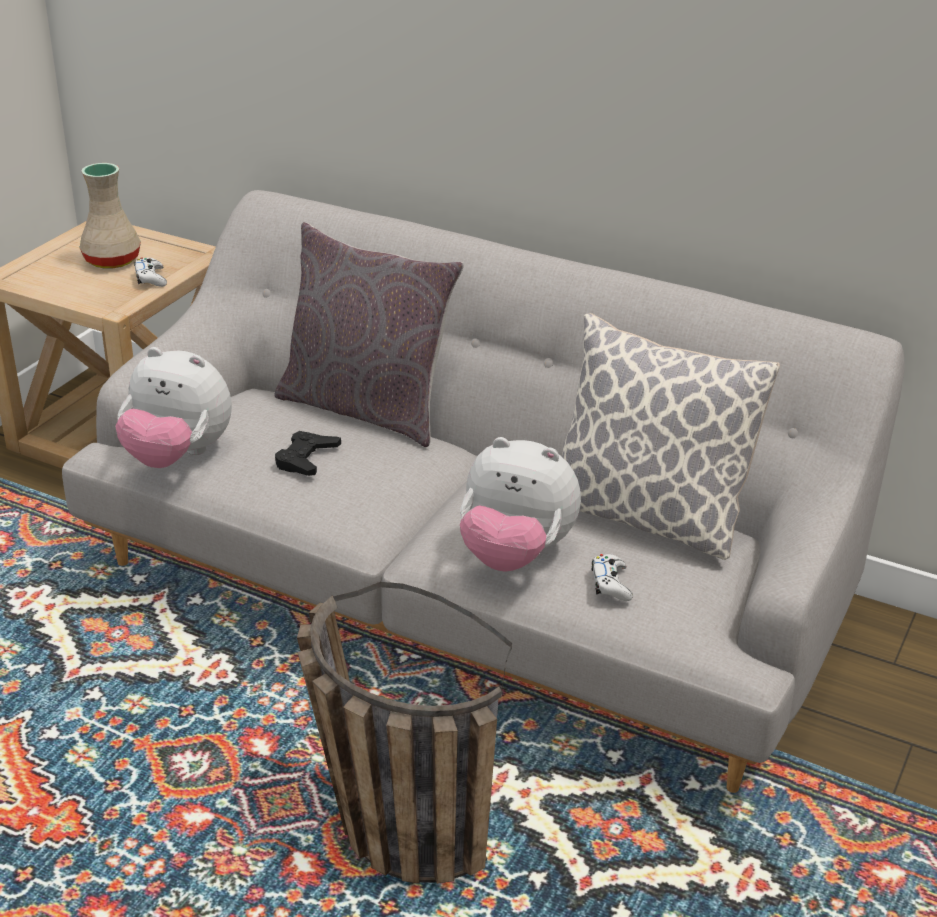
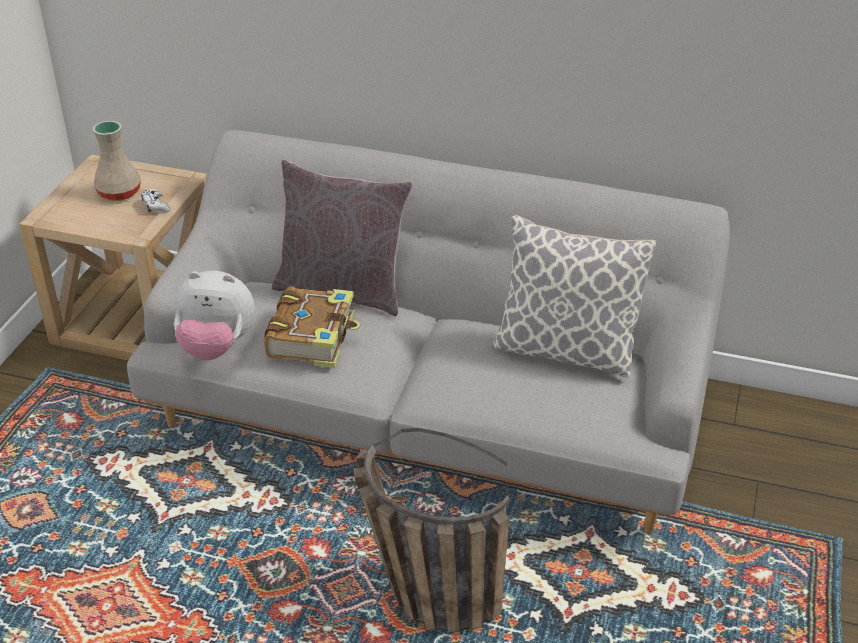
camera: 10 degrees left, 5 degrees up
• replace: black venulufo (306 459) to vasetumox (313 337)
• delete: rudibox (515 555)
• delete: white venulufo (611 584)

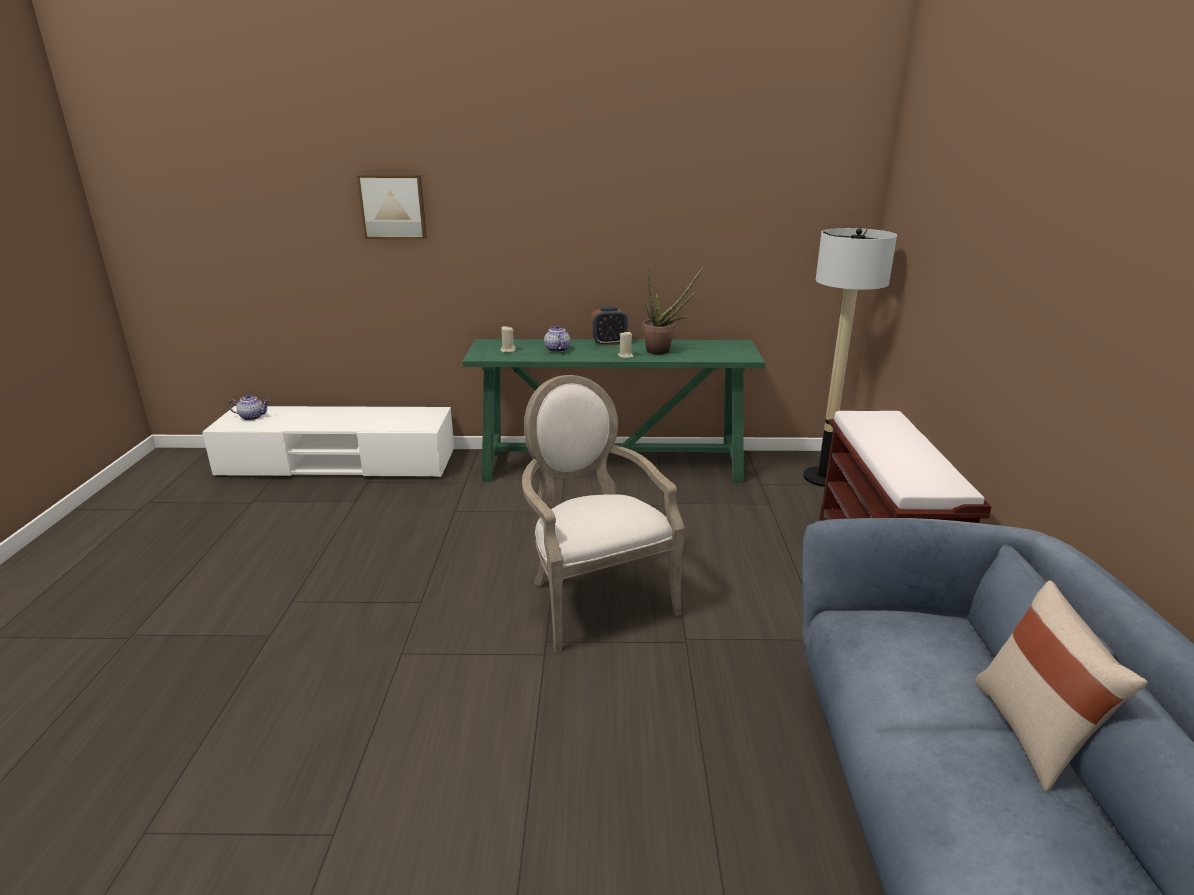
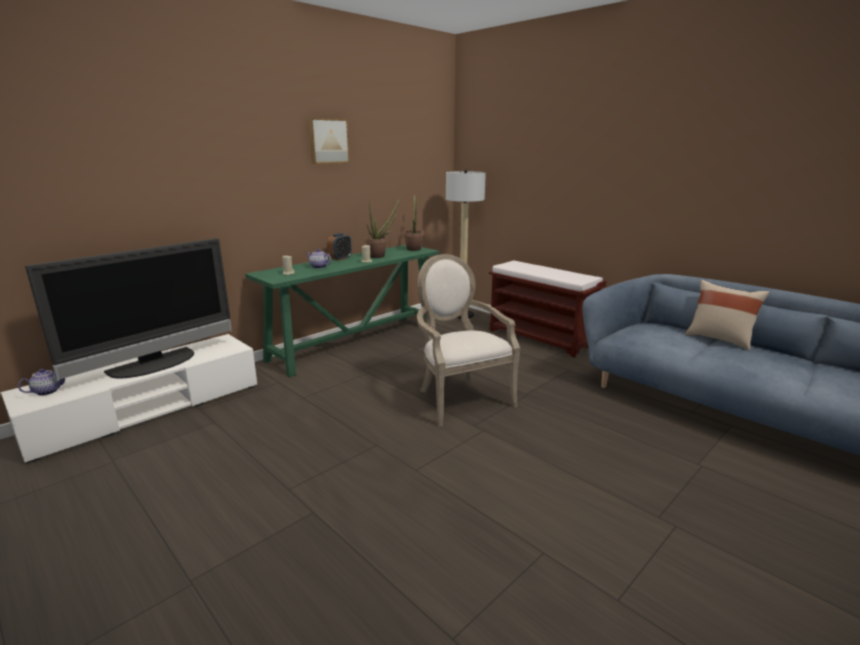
camera: 45 degrees left, 5 degrees down
• move: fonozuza (393 206) to (328 141)
• rotate: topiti (594 597) = (460 398) 45 degrees clockwise
• insert: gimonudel (413 248)
• insert: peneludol (154 364)

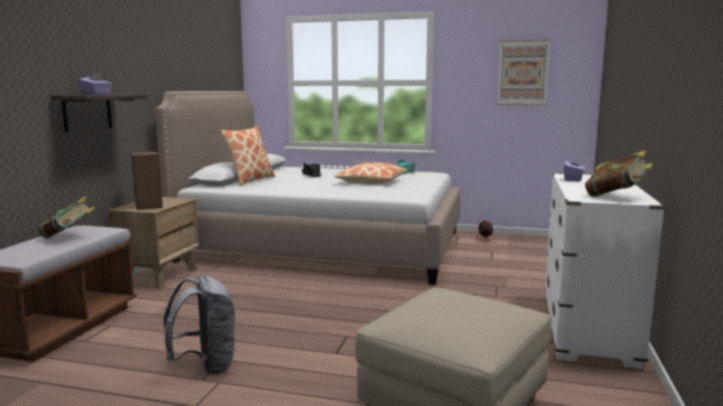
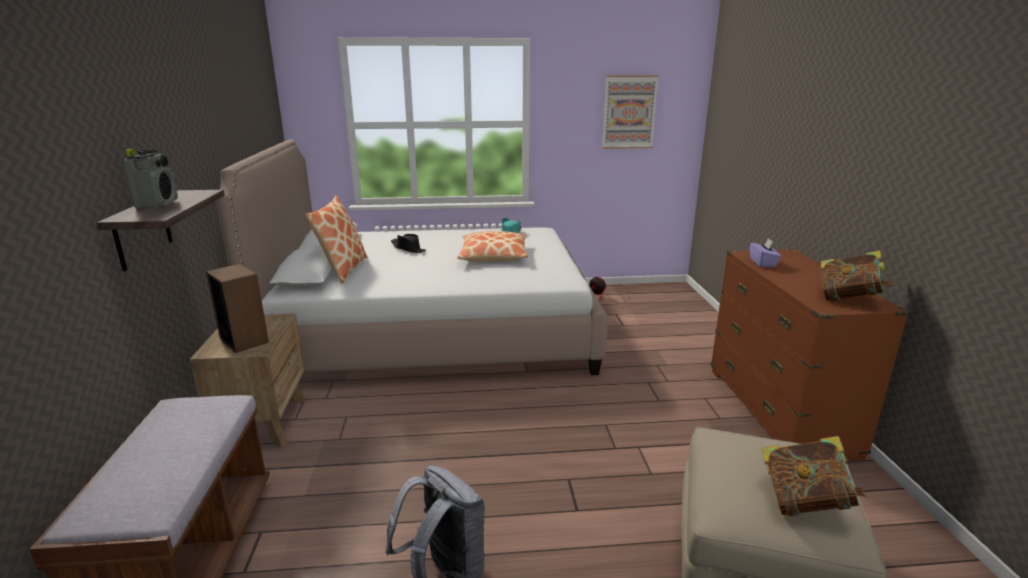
camera: 20 degrees left, 10 degrees up
• replace: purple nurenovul (97 94) to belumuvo (157 204)
• recolor: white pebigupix (587 328) to brown pebigupix (778 411)
• move: vasetumox (68 237) to (804 502)

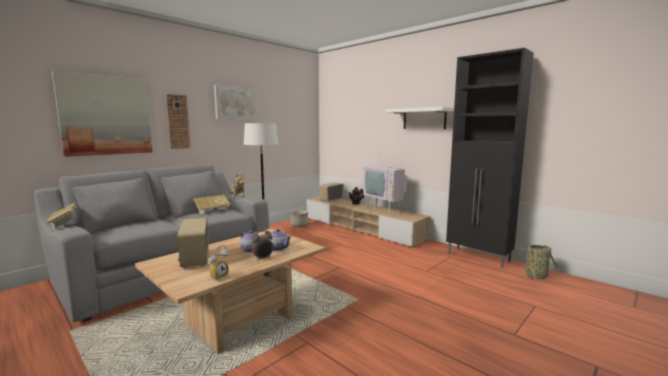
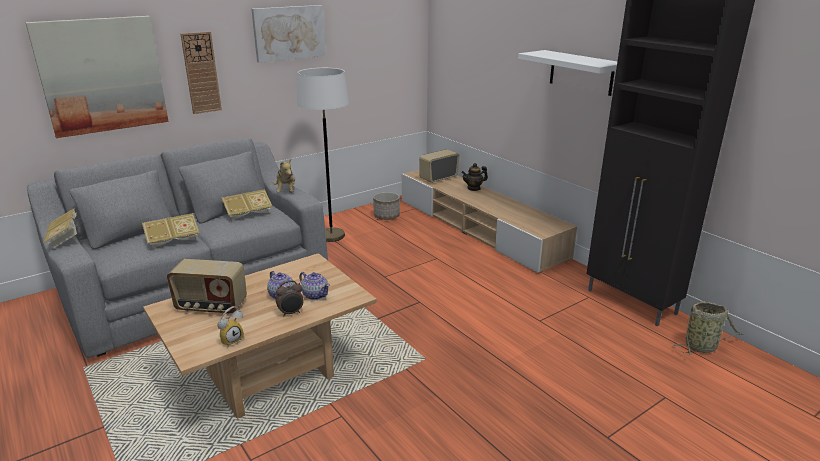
camera: 10 degrees right, 15 degrees up
• delete: peneludol (385 210)
• rotate: belumuvo (195 259) = (211 307) 75 degrees counterclockwise
• insert: vasetumox (173 240)

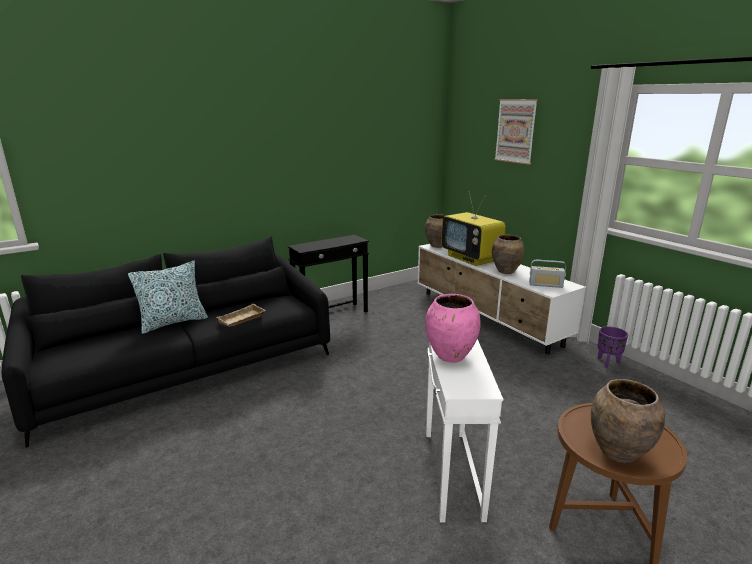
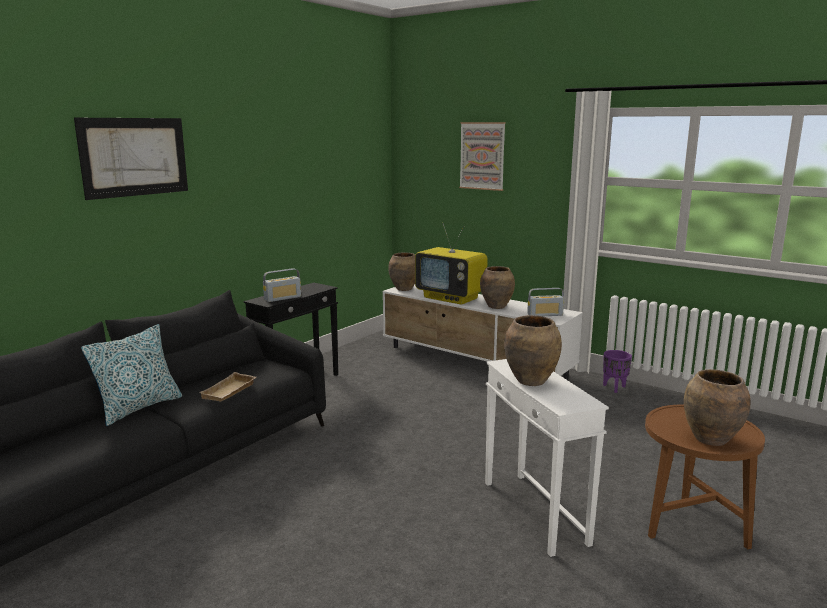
camera: 20 degrees left, 5 degrees down
• recolor: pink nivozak (451 356) to brown nivozak (531 381)
• insert: fonozuza (135 157)
• insert: belumuvo (282 298)

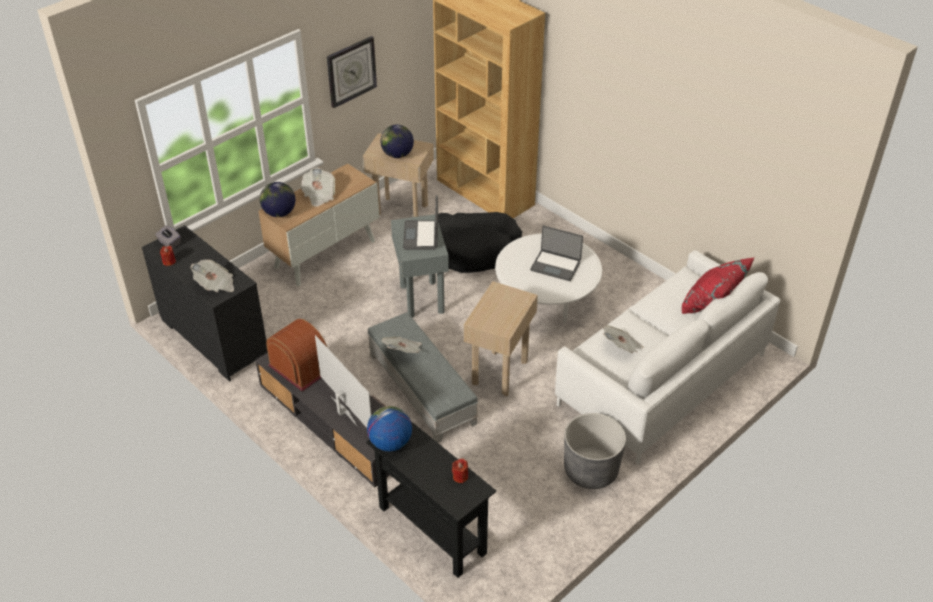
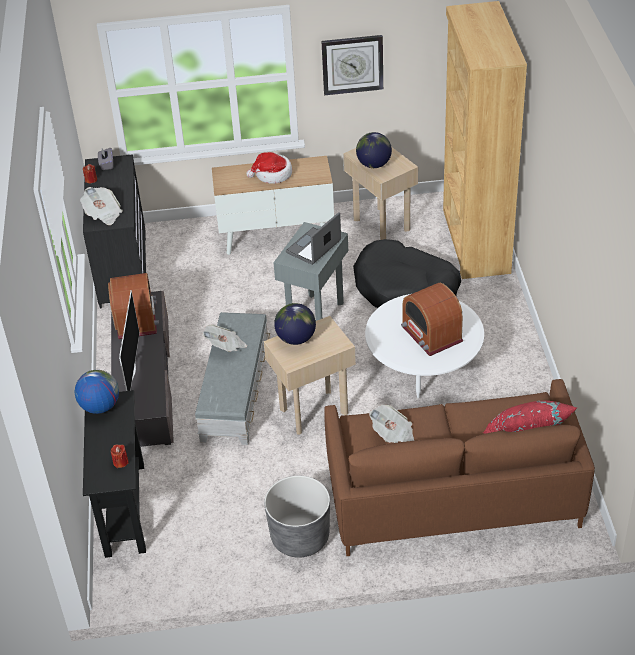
camera: 40 degrees right, 0 degrees up
• replace: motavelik (319 195) to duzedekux (272 174)
• move: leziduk (279 213) to (296 339)
• replace: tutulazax (556 265) to belumuvo (431 334)
• recolor: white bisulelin (662 379) to brown bisulelin (453 495)

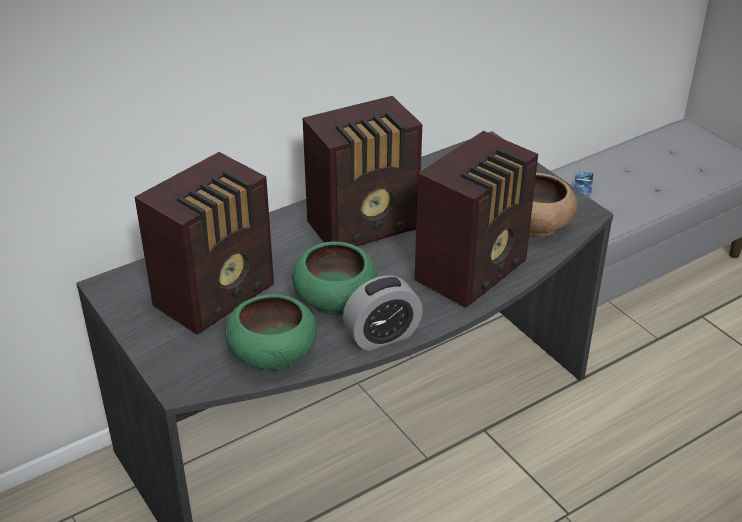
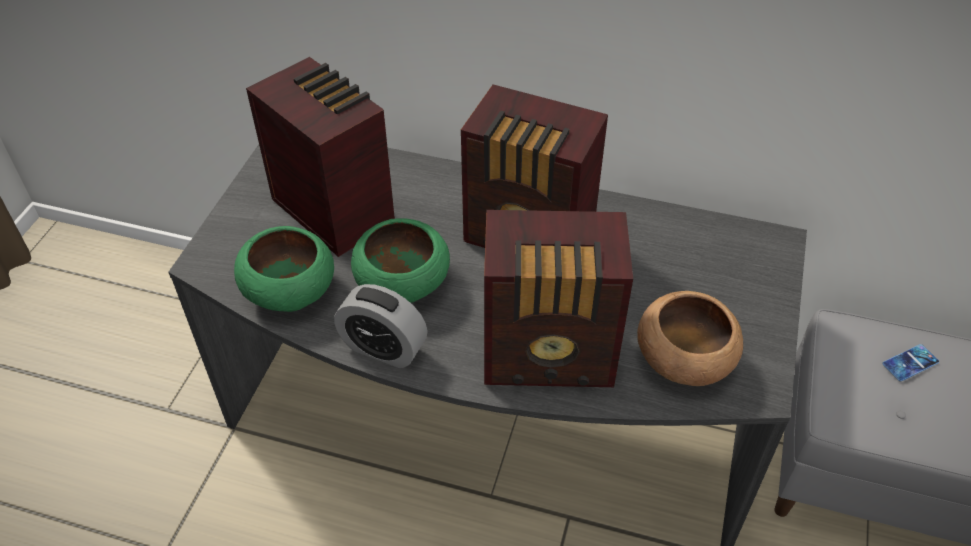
camera: 50 degrees right, 10 degrees up
• rotate: belumuvo (217 295) = (333 209) 135 degrees counterclockwise

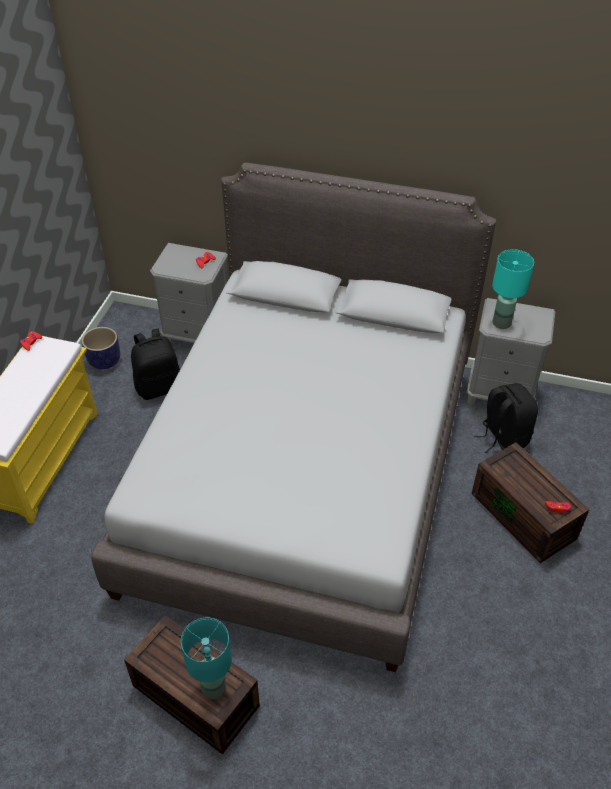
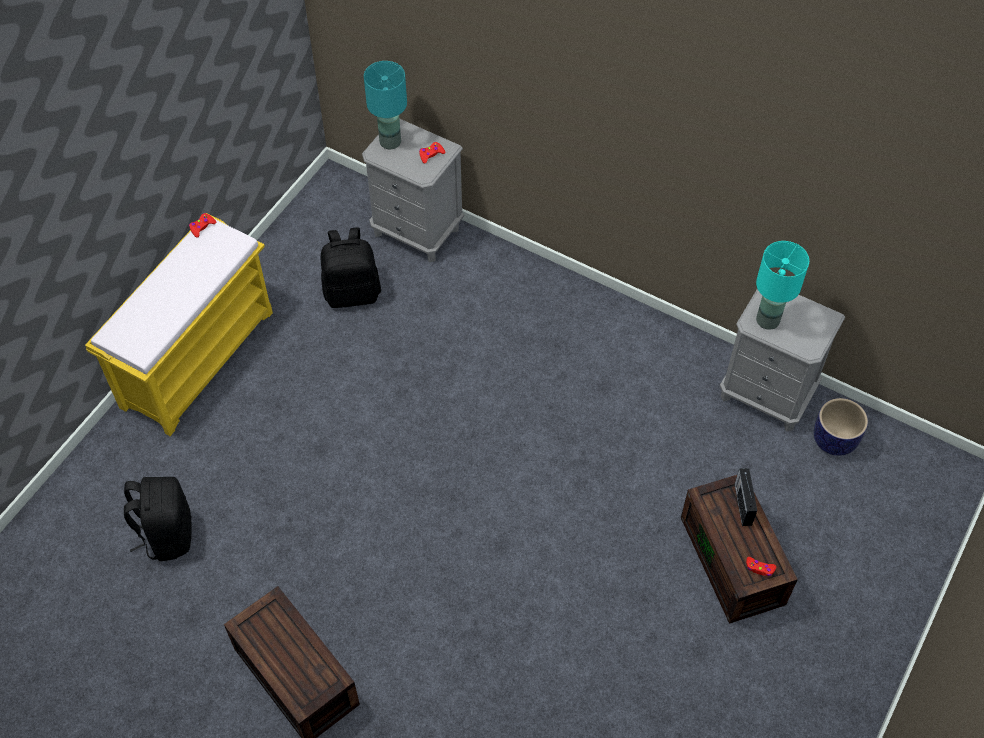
camera: 15 degrees right, 10 degrees up
• delete: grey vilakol (306 472)
• move: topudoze (105 361) to (834 440)
• move: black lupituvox (502 438) to (167 534)
• move: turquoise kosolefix (213 687) to (390 141)
• insert: belumuvo (743 503)

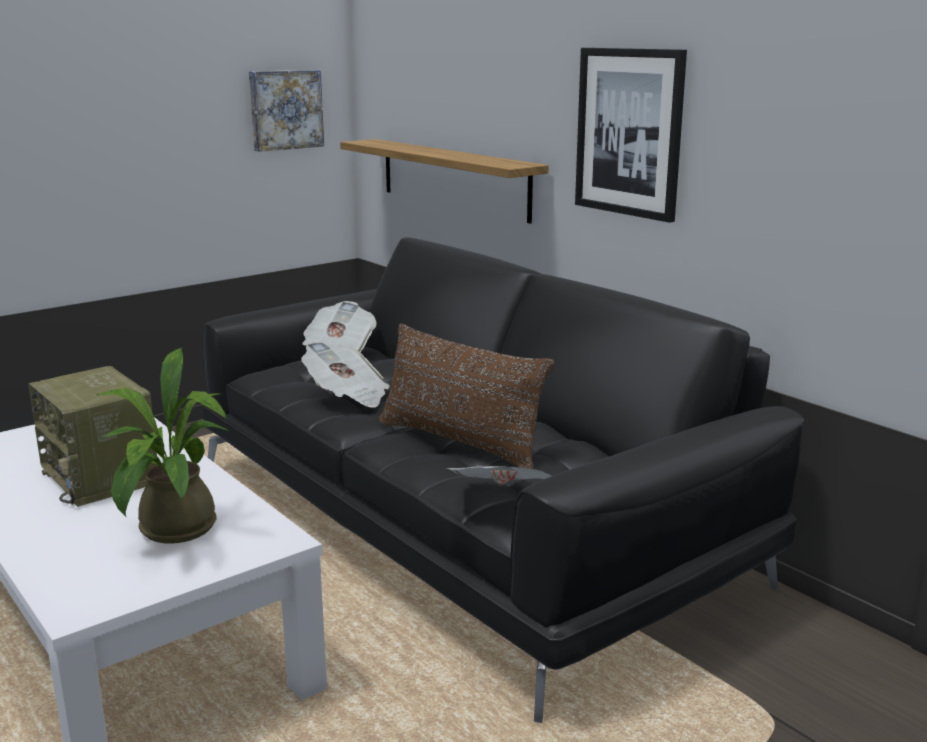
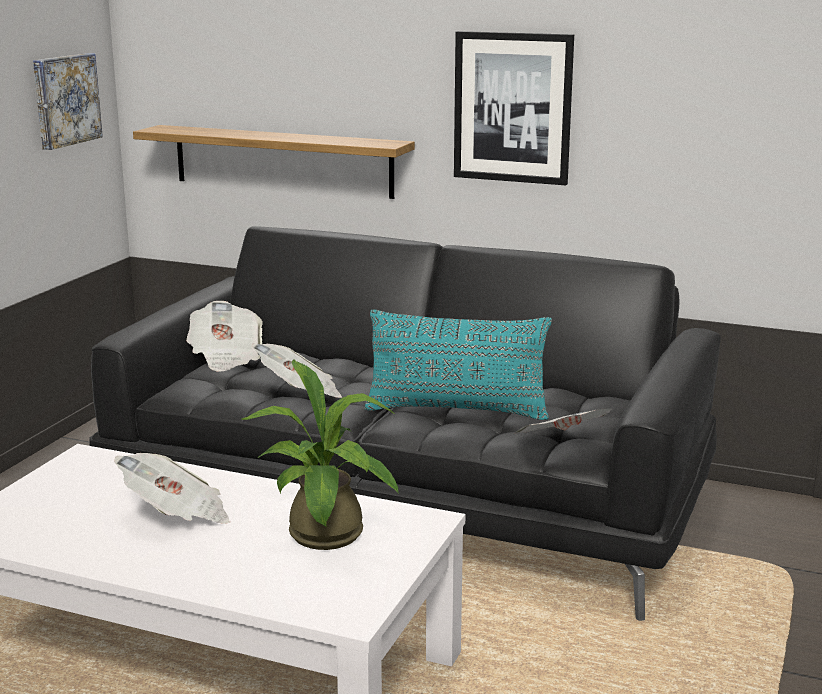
camera: 30 degrees left, 0 degrees up
• recolor: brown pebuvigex (460 442) to turquoise pebuvigex (457 410)
• replace: belumuvo (102 478) to motavelik (177 515)

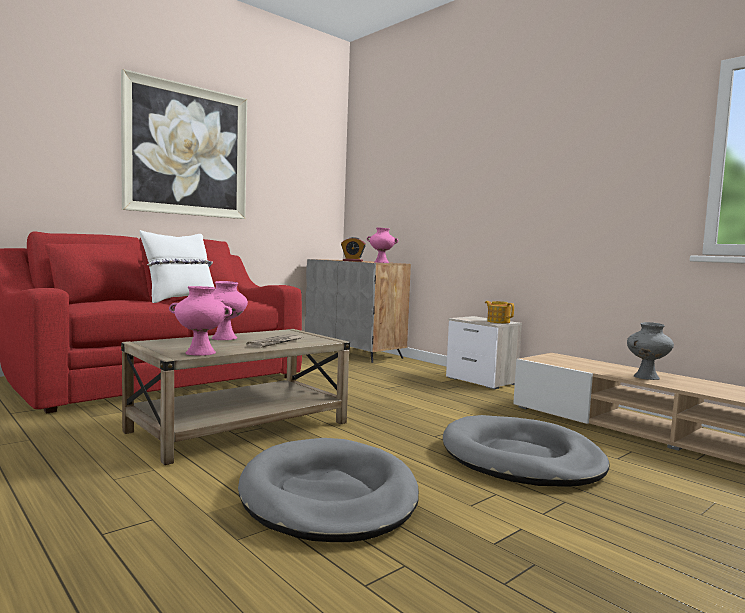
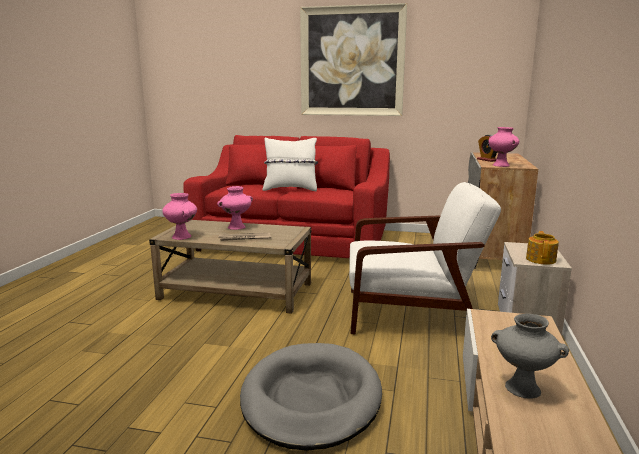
camera: 55 degrees right, 10 degrees up
• delete: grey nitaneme (328 496)
• insert: white topiti (412 313)

